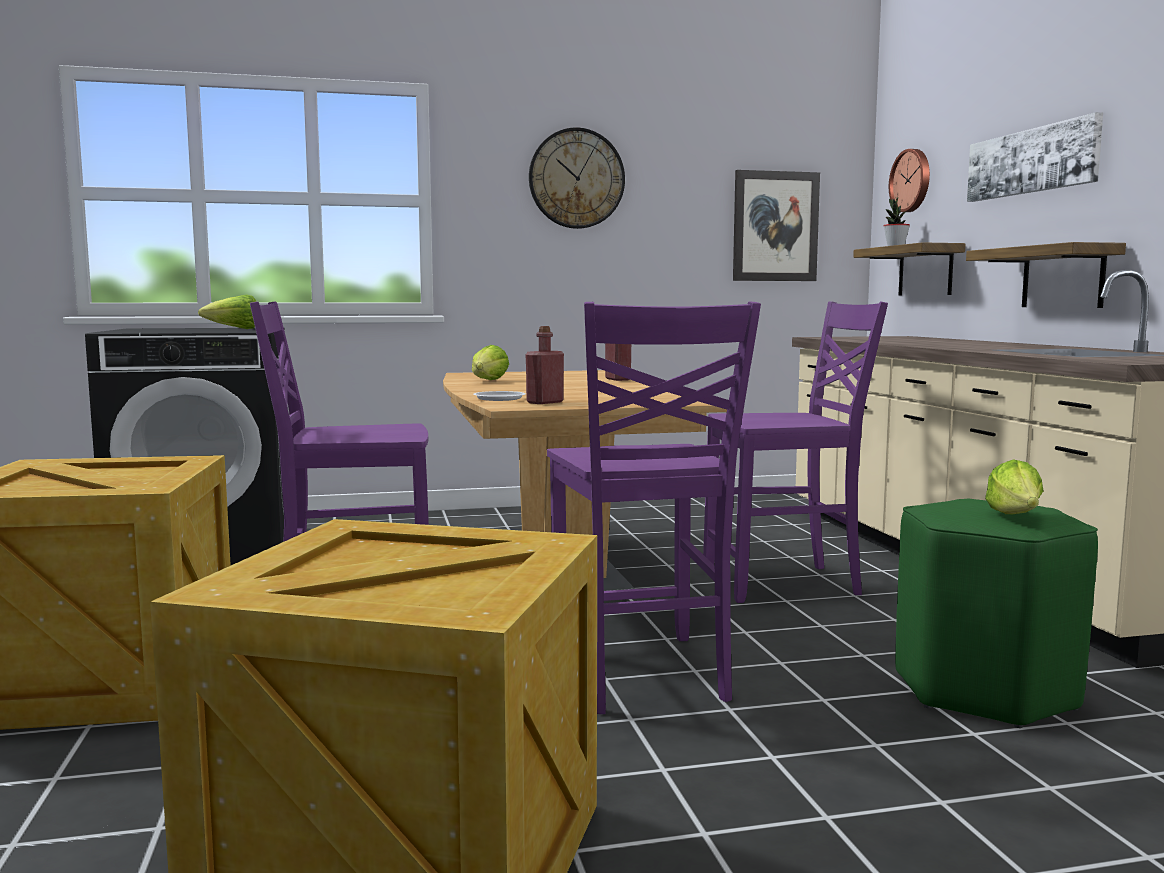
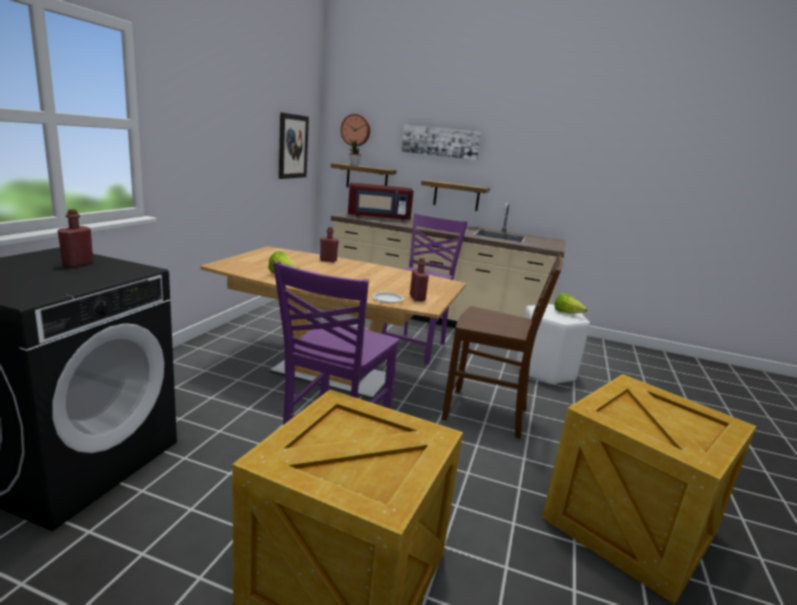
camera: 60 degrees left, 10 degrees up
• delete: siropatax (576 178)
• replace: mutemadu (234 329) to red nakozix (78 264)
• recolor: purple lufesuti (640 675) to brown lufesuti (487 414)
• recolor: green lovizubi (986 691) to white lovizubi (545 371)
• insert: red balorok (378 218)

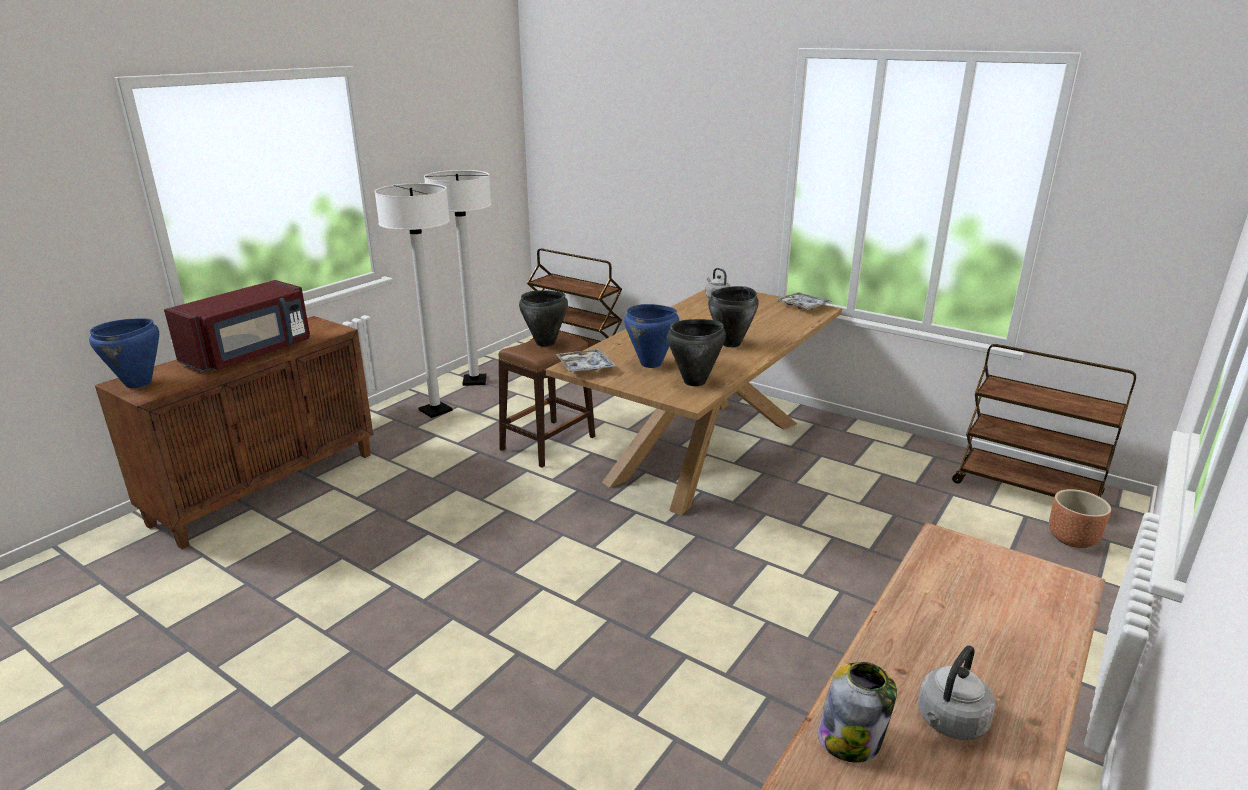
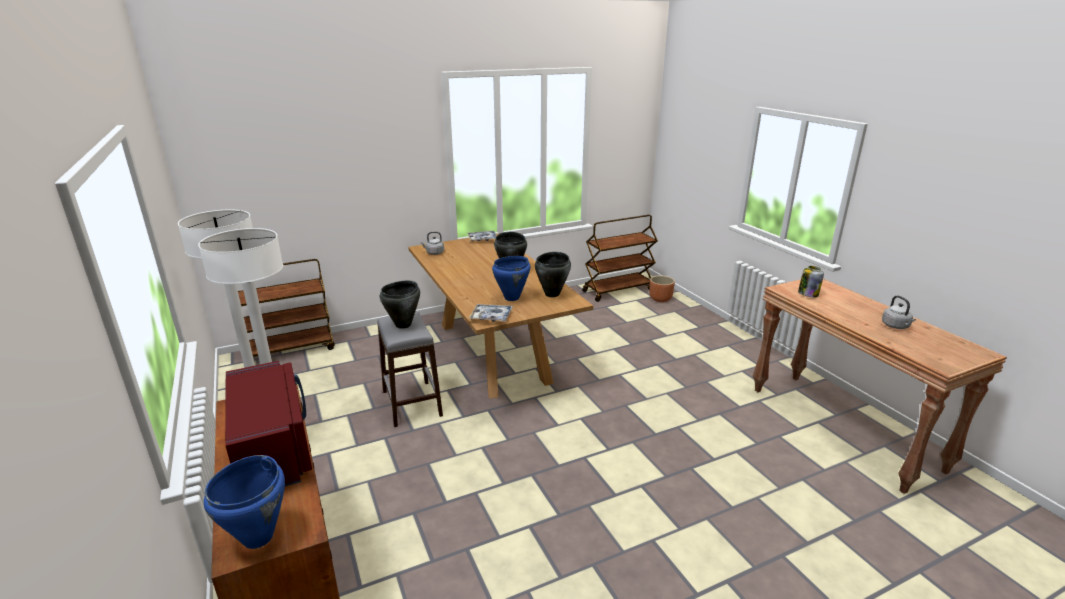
camera: 60 degrees left, 0 degrees up
• recolor: brown lovizubi (547 443) to grey lovizubi (411 403)
• move: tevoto (851 739) to (807 294)

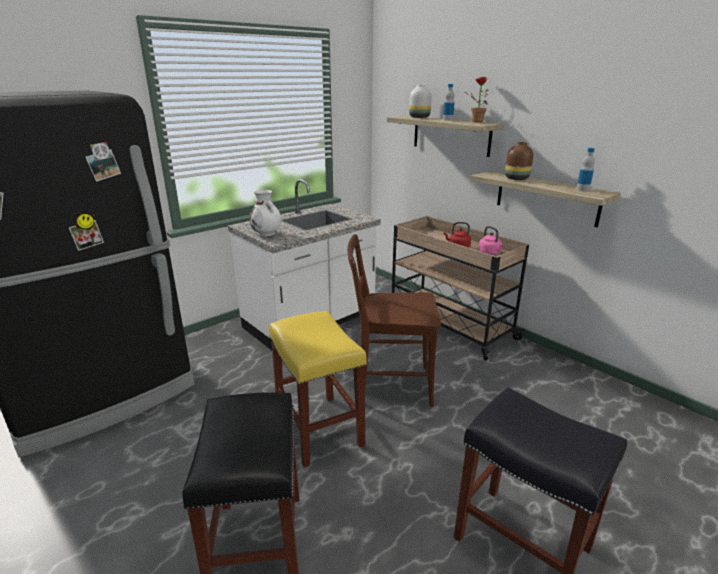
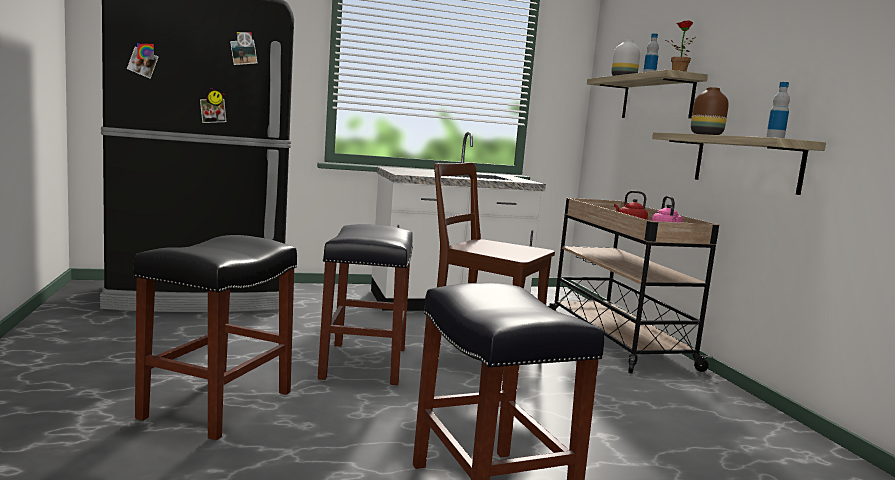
camera: 25 degrees right, 15 degrees down
• delete: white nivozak (266 234)
• recolor: yellow lovizubi (320 429) to black lovizubi (364 364)

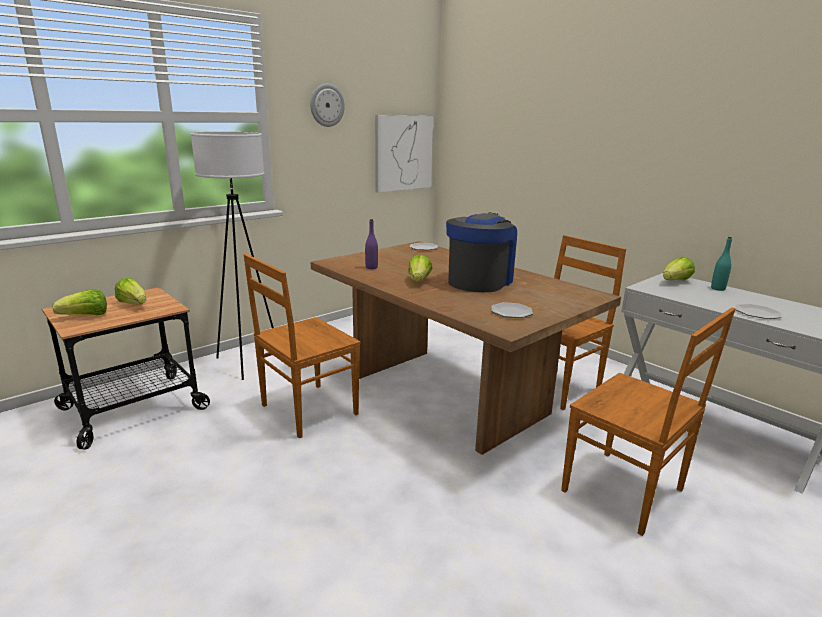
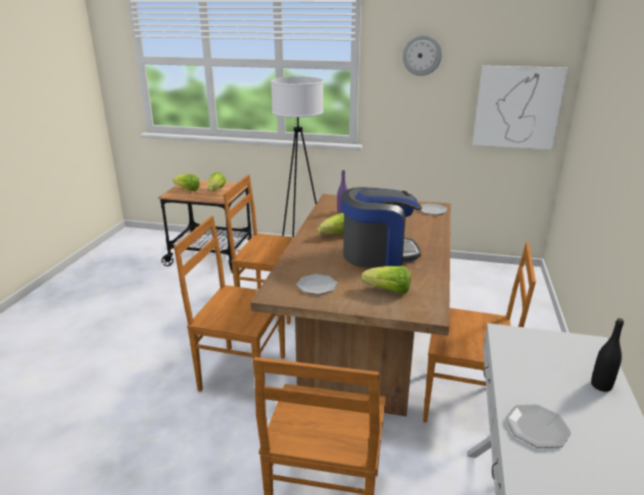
camera: 55 degrees right, 5 degrees up
• recolor: turquoise nakozix (718 289) to black nakozix (601 385)
• move: mutemadu (675 282) to (388 291)
• insert: brown lufesuti (240 372)

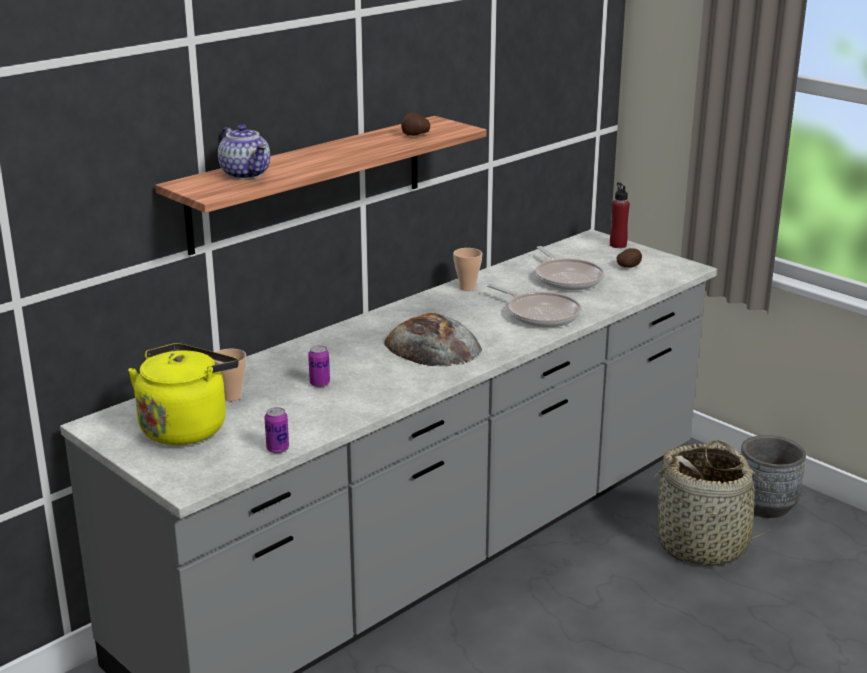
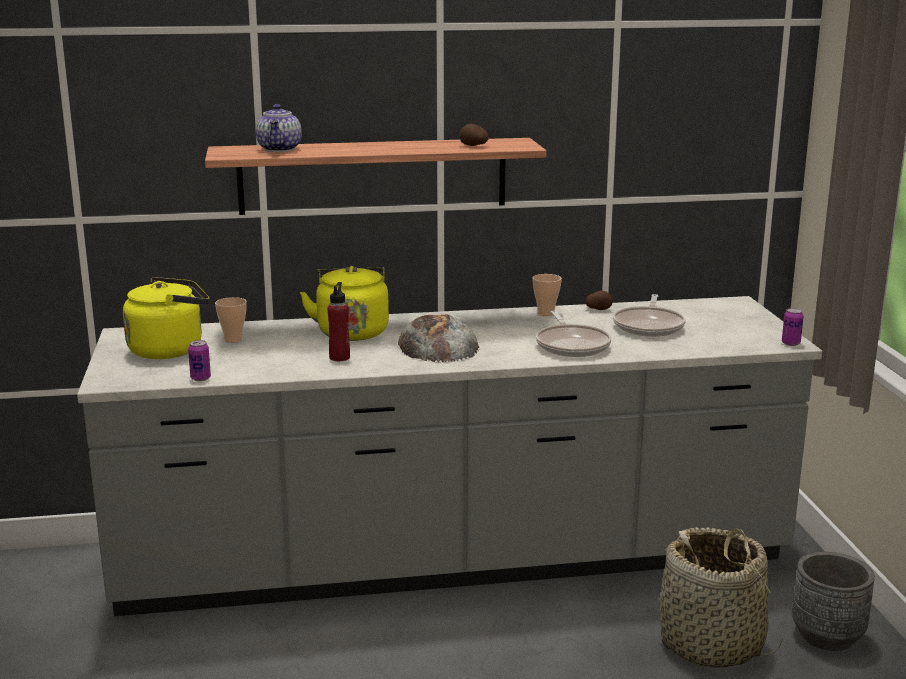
camera: 35 degrees right, 5 degrees down
• move: red nakozix (618 245) to (339 357)
• move: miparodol (629 267) to (598 309)
• move: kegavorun (319 383) to (790 343)
• insert: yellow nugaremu (352 331)

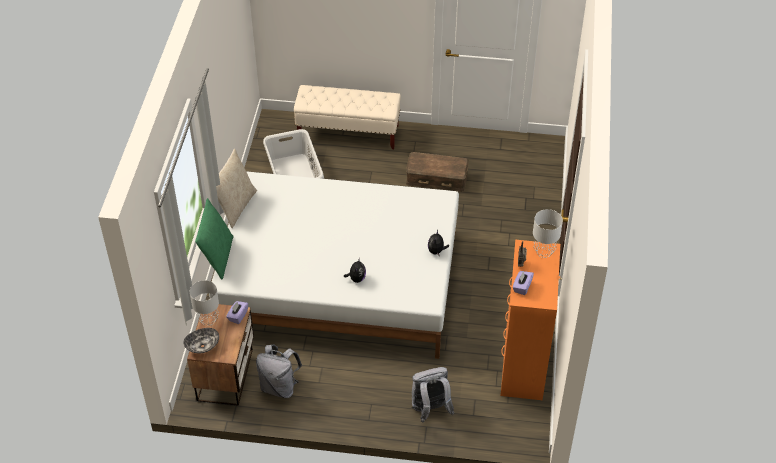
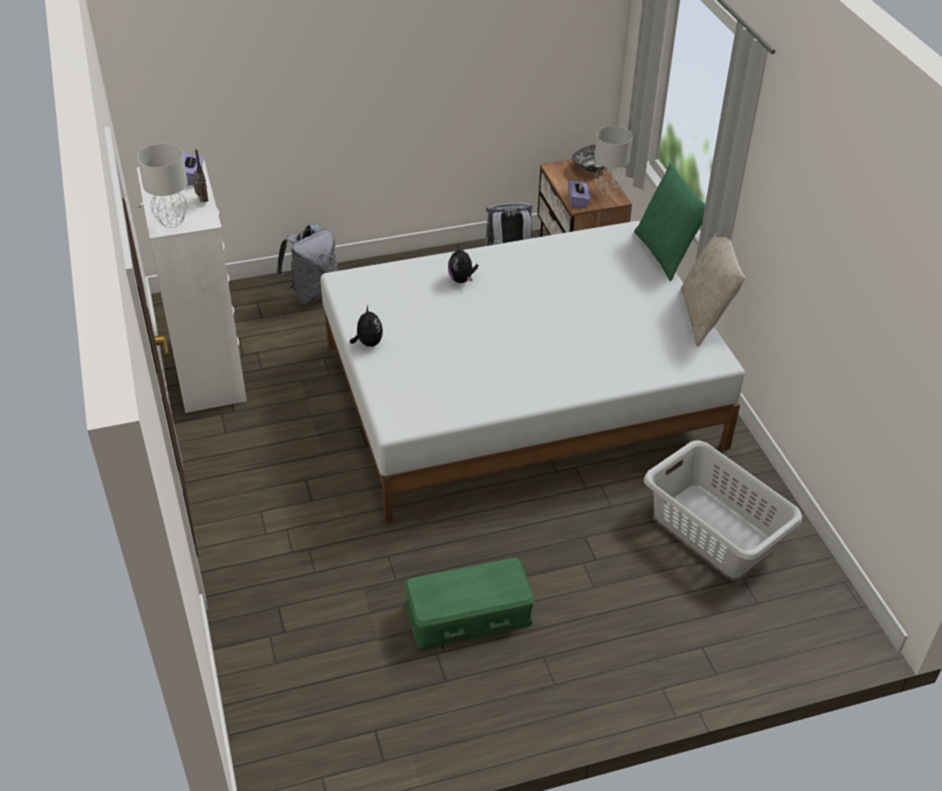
camera: 155 degrees right, 5 degrees down
• delete: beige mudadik (348 133)
• recolor: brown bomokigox (437 178) to green bomokigox (468 615)
• recolor: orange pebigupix (522 366) to white pebigupix (209 368)

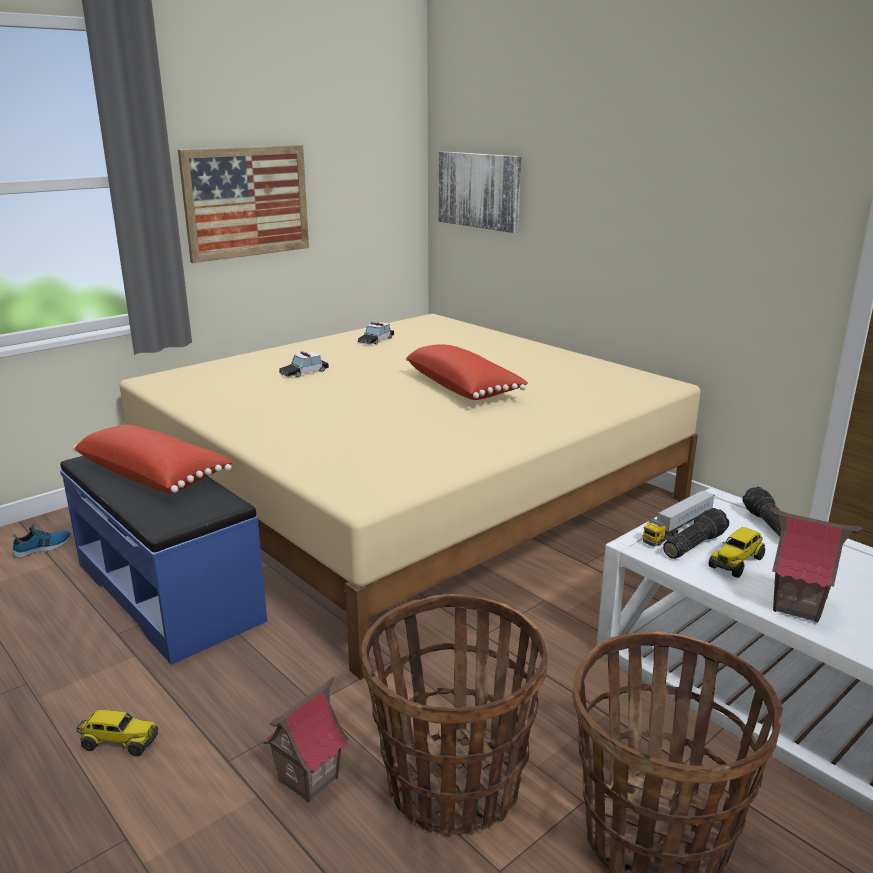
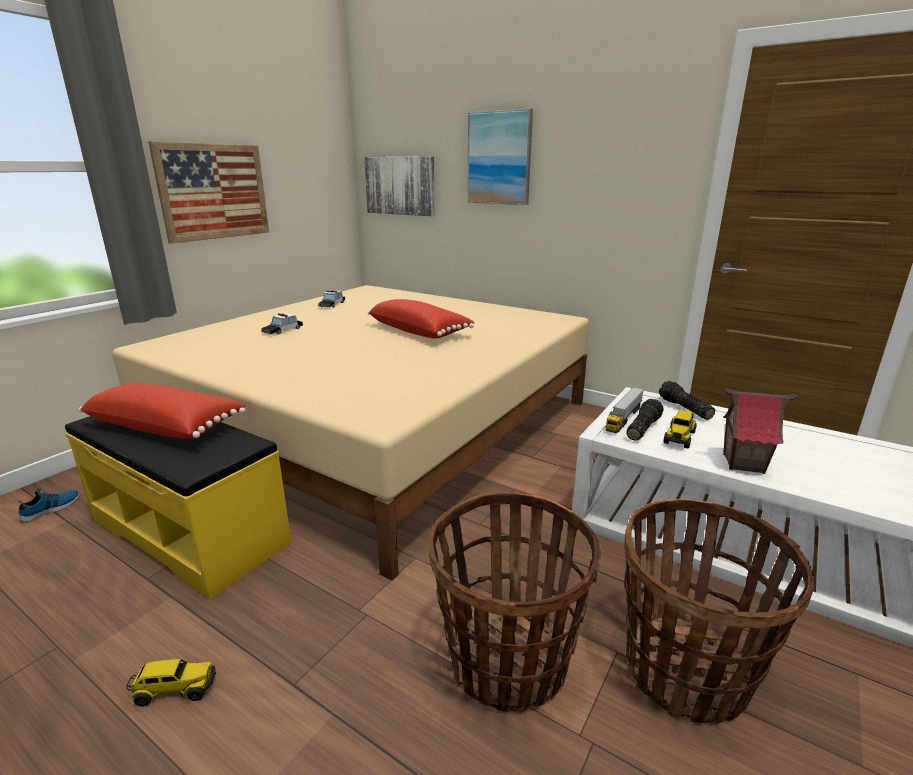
camera: 15 degrees left, 0 degrees up
• recolor: blue mudadik (170 591) to yellow mudadik (191 530)
• delete: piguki (308 779)
• insert: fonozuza (499 158)

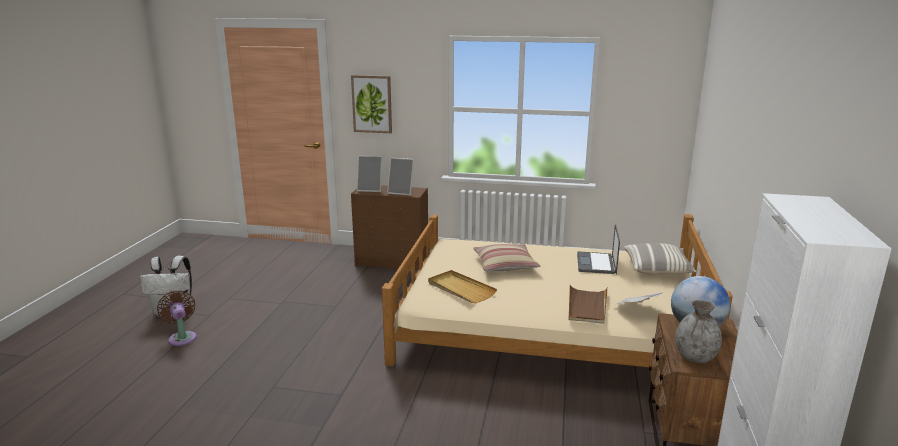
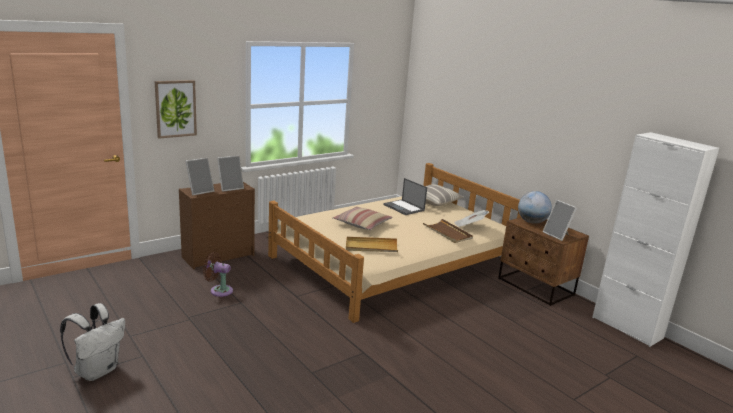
camera: 50 degrees left, 0 degrees up
• move: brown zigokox (182 337) to (219 290)
• replace: grey nivozak (695 358) to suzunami (557 235)

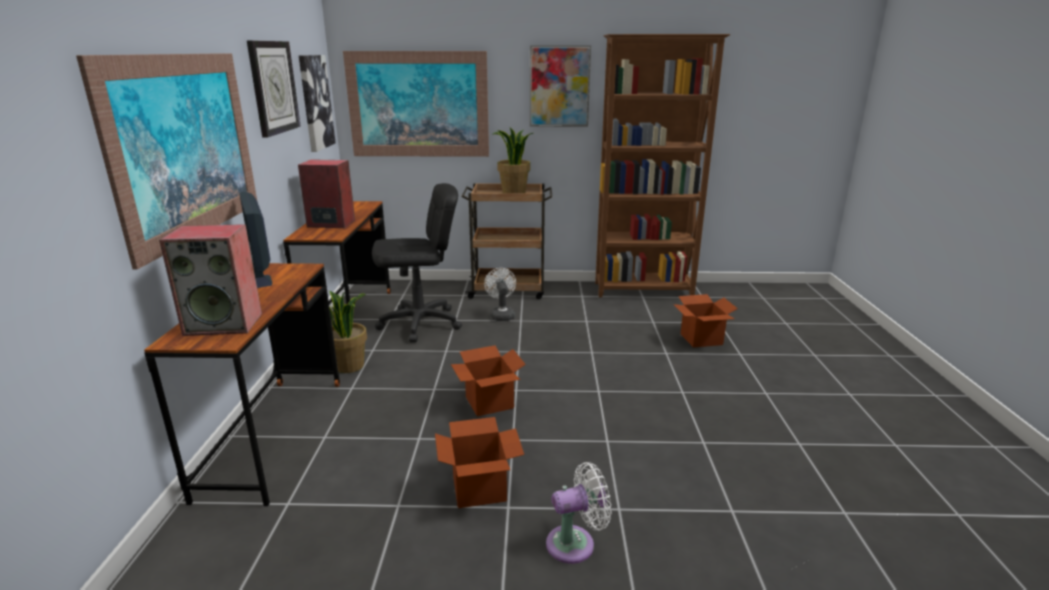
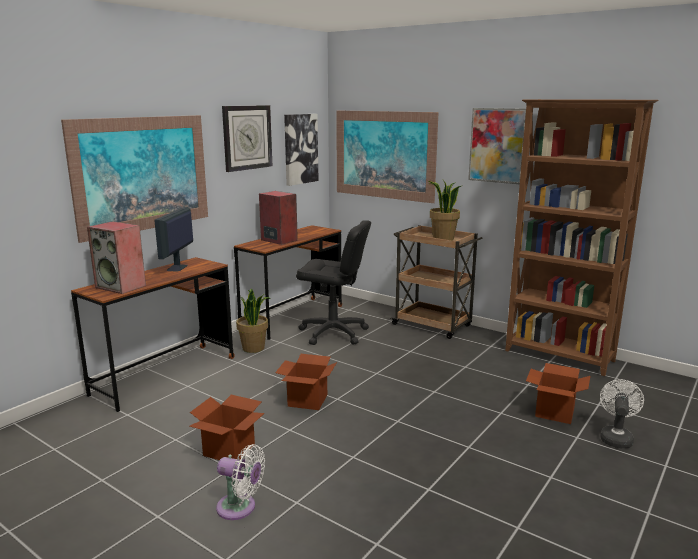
camera: 35 degrees right, 5 degrees down
• move: white zigokox (501 315) to (616 437)

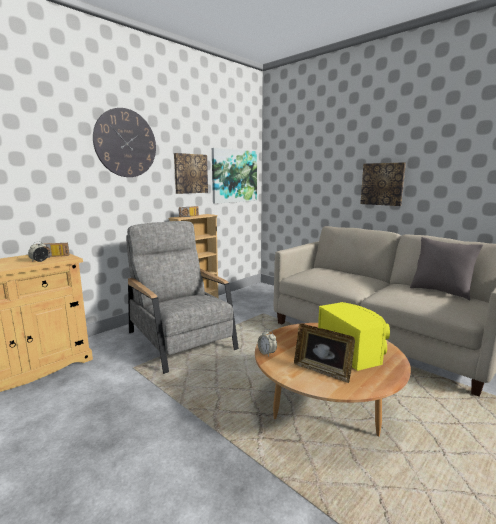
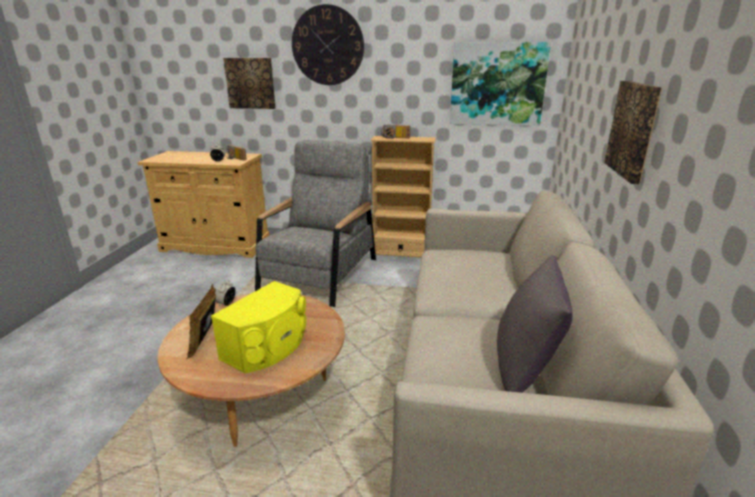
camera: 55 degrees right, 10 degrees up
• move: fonozuza (190 173) to (250 83)

